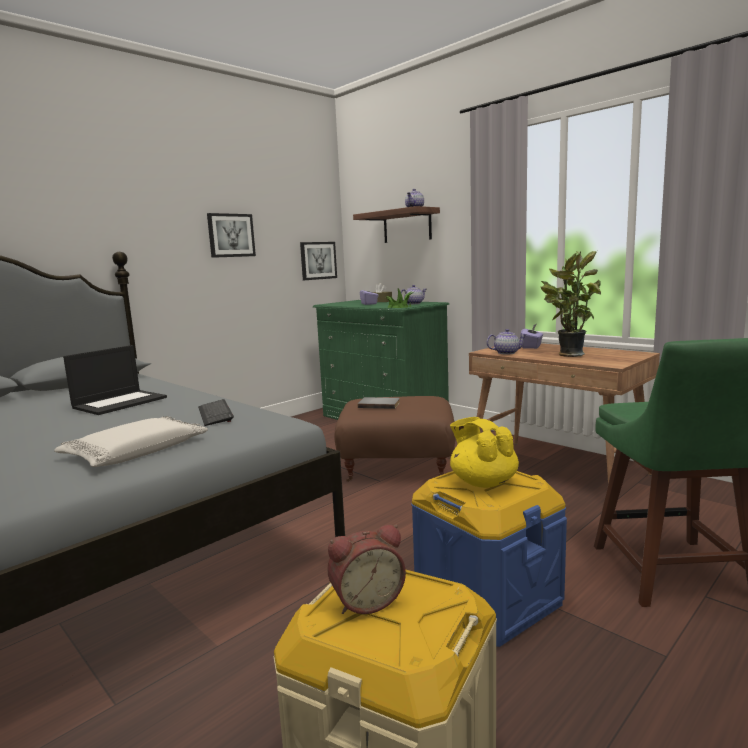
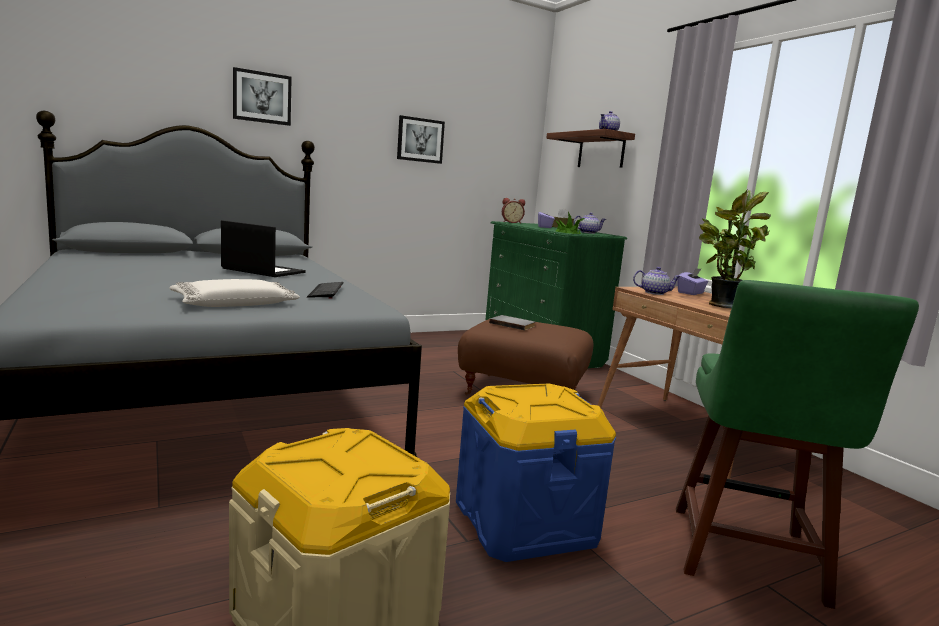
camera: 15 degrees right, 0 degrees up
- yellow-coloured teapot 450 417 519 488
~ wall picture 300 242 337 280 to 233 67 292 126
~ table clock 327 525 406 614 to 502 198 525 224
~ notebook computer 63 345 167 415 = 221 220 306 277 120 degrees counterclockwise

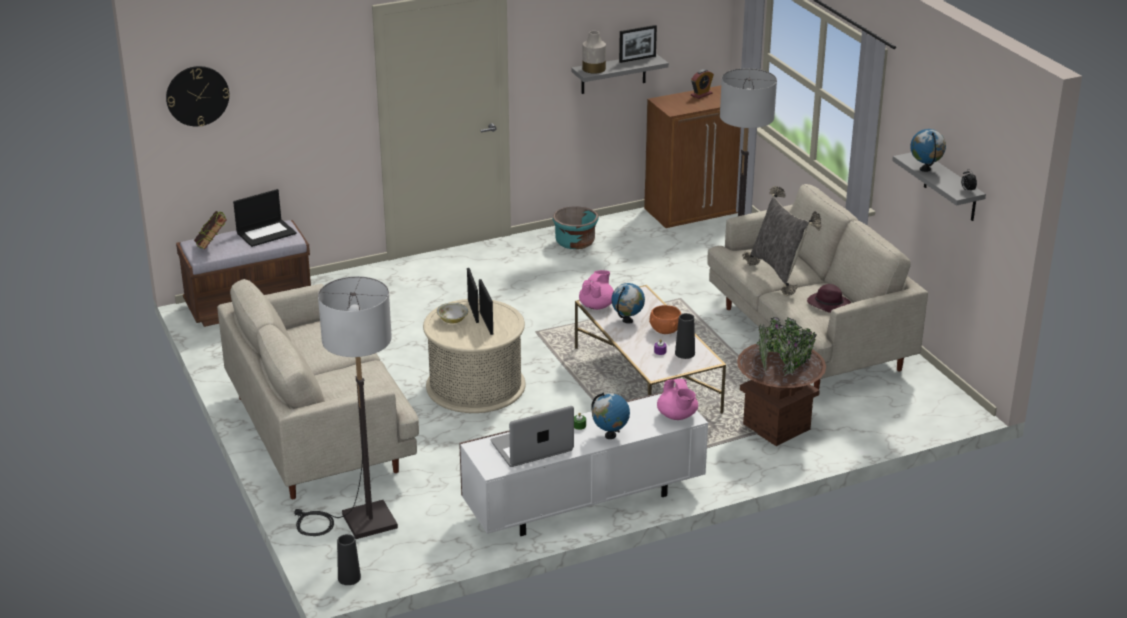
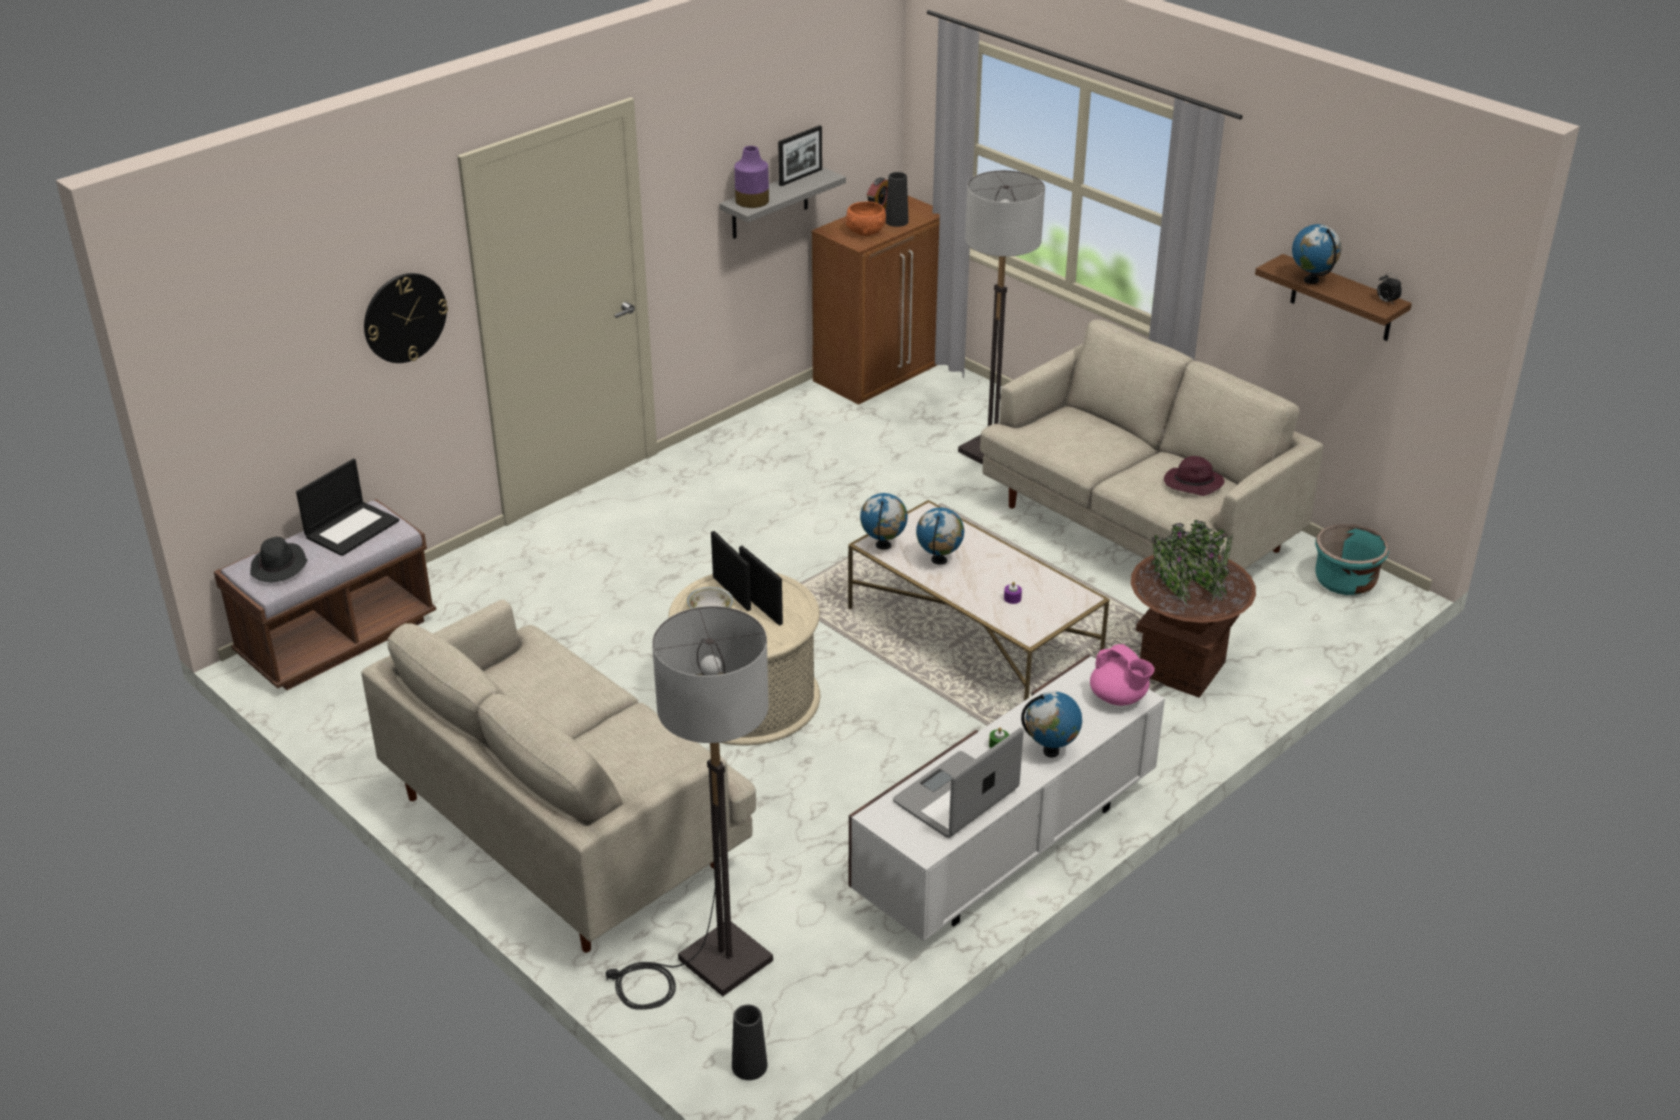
camera: 20 degrees left, 5 degrees up
- throw pillow 742 186 821 296
~ clock on the wall 166 66 229 126 to 364 273 448 363
~ blue-green flower pot 553 206 599 249 to 1315 524 1389 595
~ orange-coloured bowl 649 305 681 334 to 846 201 886 236
~ black-coloured flower vase 675 313 695 359 to 886 172 909 227
~ bound book 194 211 227 250 to black-coloured hat 250 537 307 582
~ pinkish teapot 579 270 614 310 to desk globe 860 493 908 550
~ sand-coloured flower vase 582 31 606 73 to purple flower vase 734 146 769 208
~ greyish shelf 892 152 986 221 to brown shelf 1255 254 1412 341

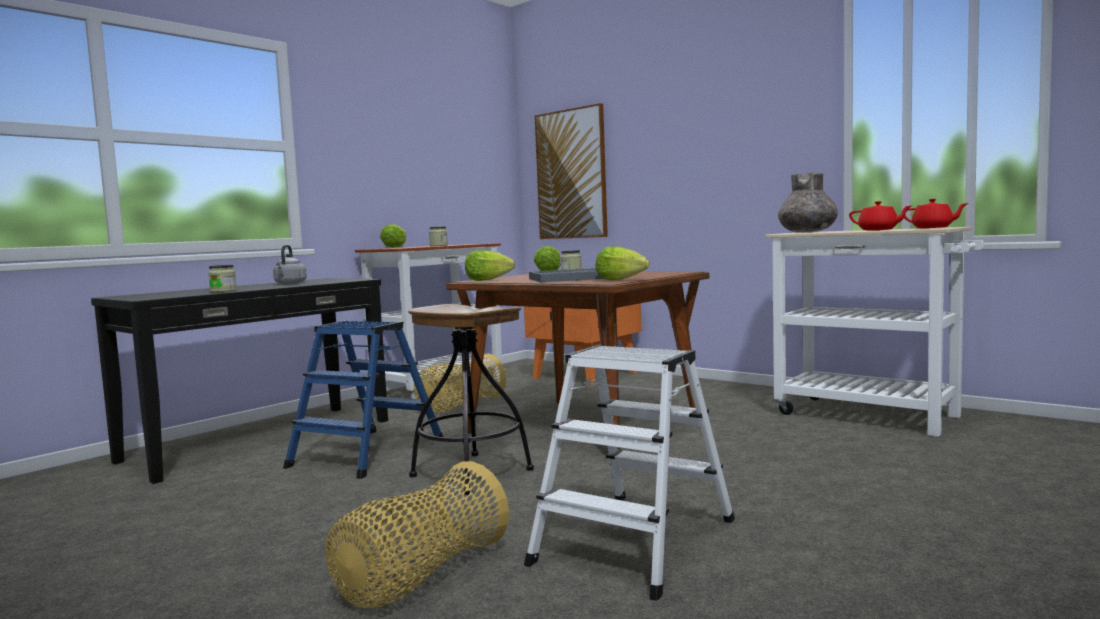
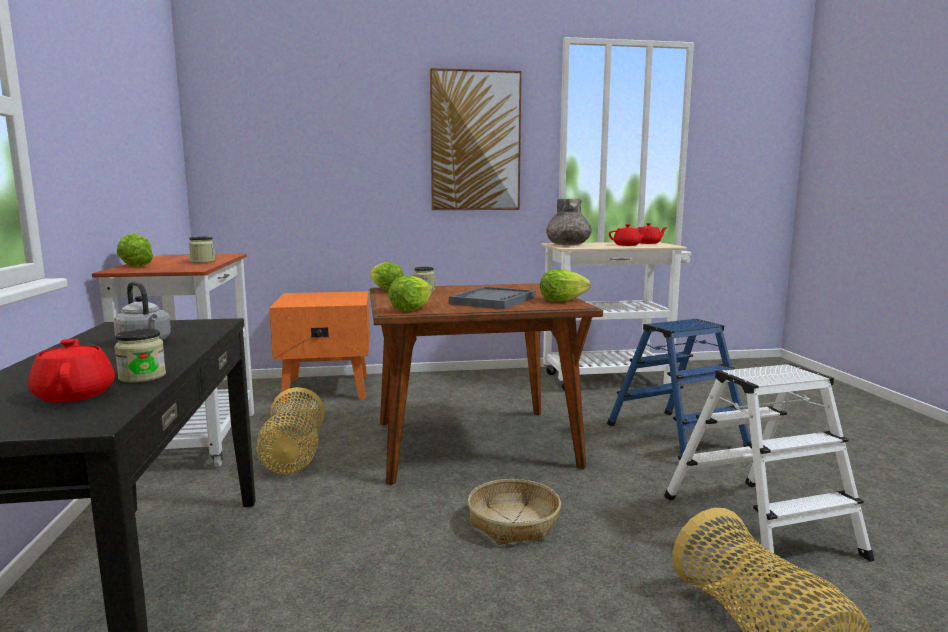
camera: 50 degrees left, 5 degrees up
+ red-coloured teapot 28 339 115 403
~ bluish step stool 283 321 443 479 to 607 318 751 455
~ wall picture 535 103 608 239 to 430 68 522 210
~ brown stool seat 408 304 534 495 to storage basket 468 479 561 545

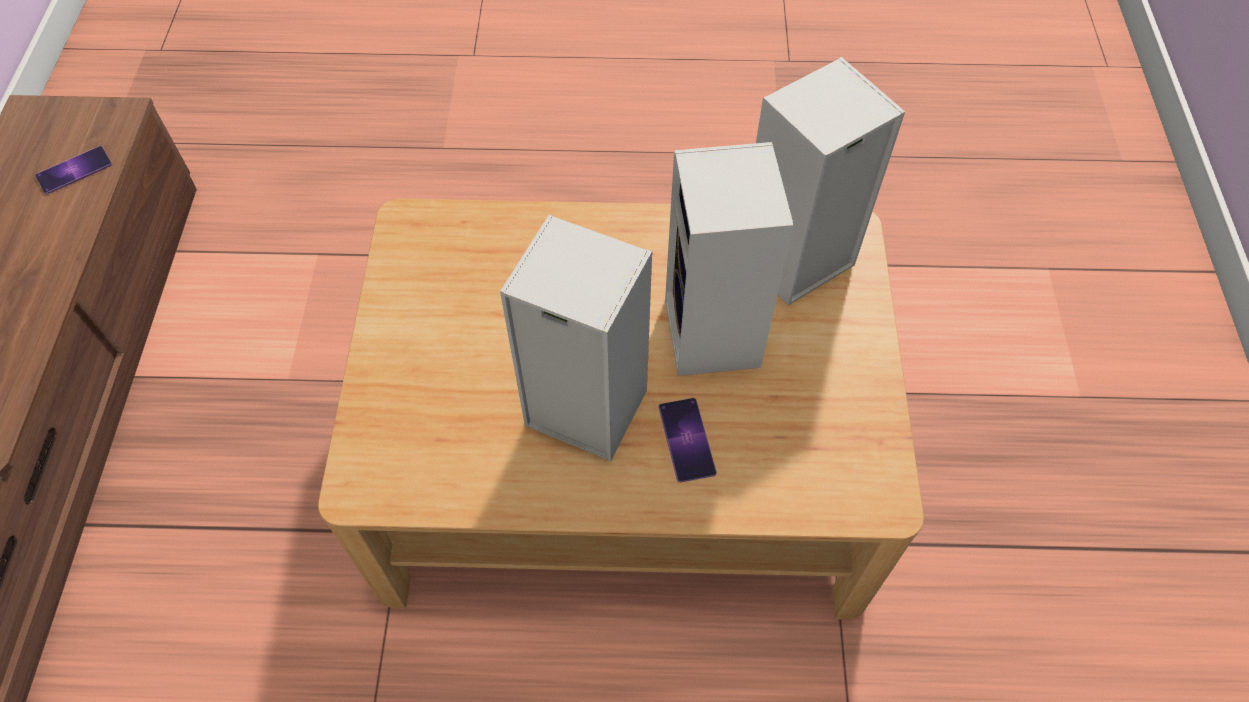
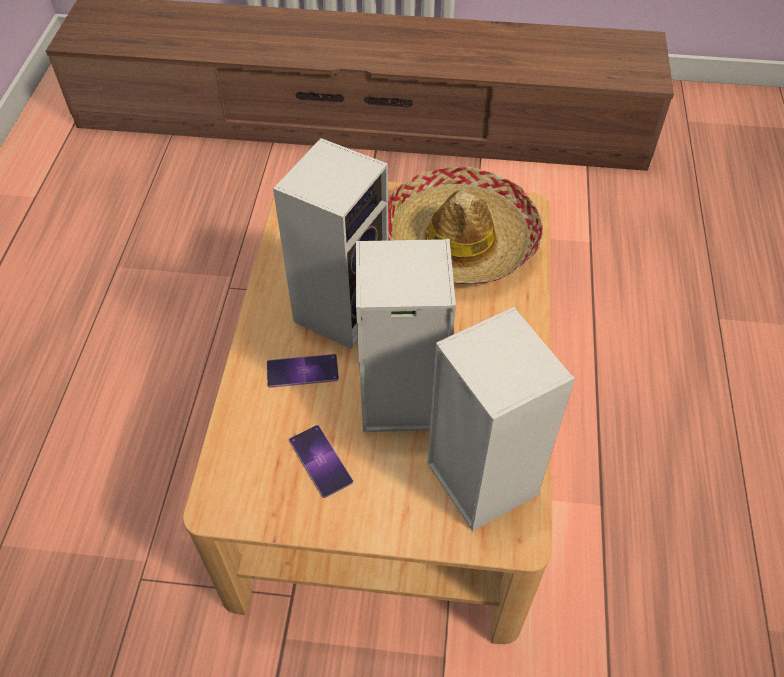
camera: 95 degrees right, 5 degrees down
+ hat 388 166 543 285
~ handset 35 146 112 195 to 289 425 353 498

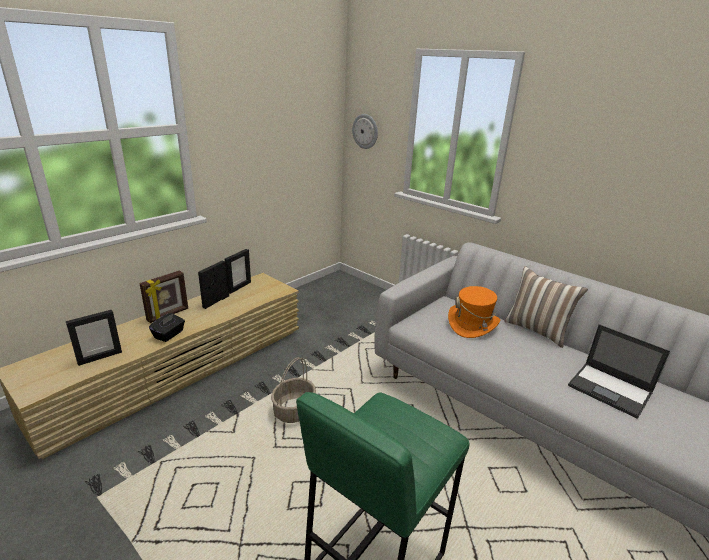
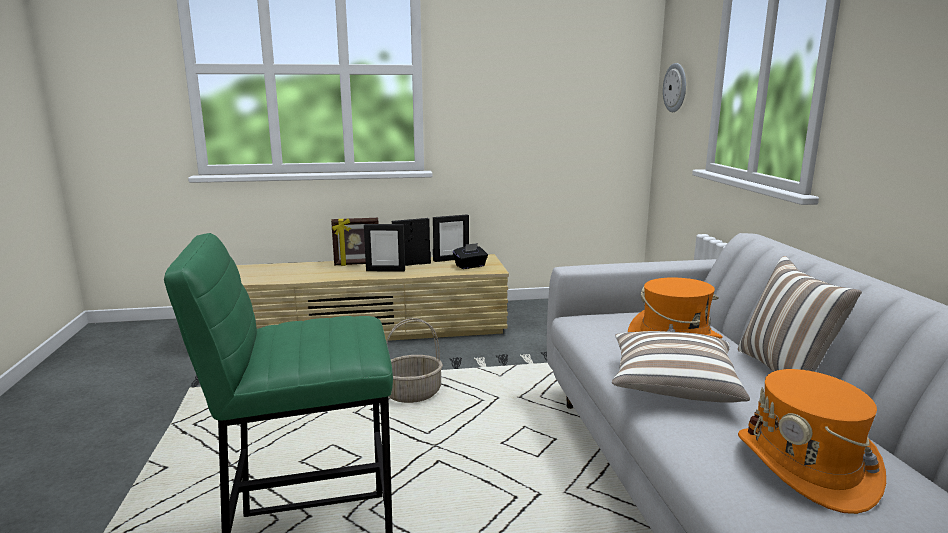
camera: 40 degrees right, 10 degrees down
+ throw pillow 612 331 750 403
~ photo frame 66 310 122 366 to 364 224 405 271
~ black-coloured box of tissues 149 313 185 342 to 453 243 488 269
~ notebook computer 568 324 670 418 to orange-coloured hat 738 369 886 514

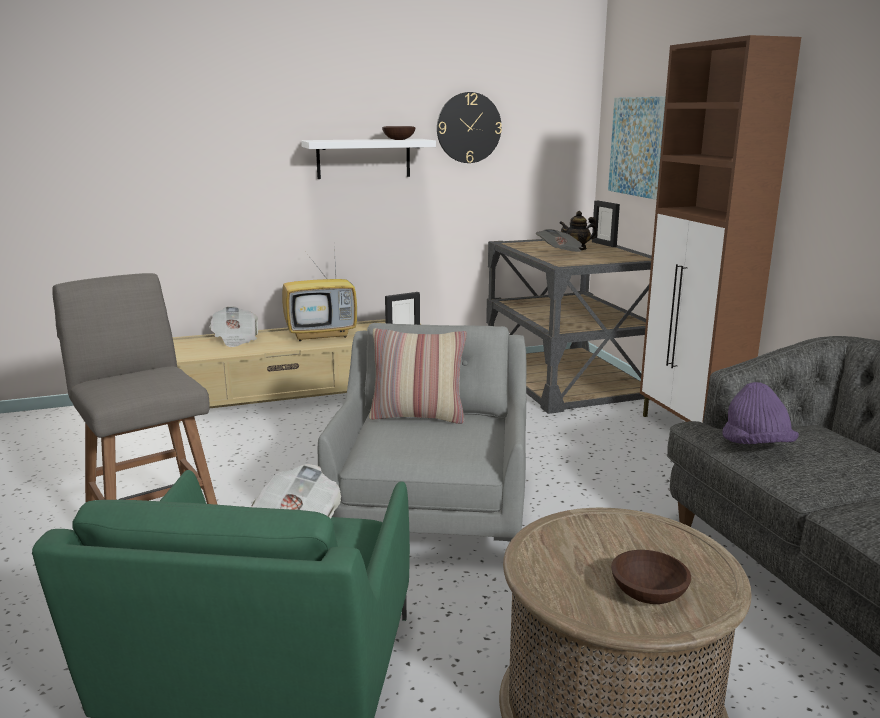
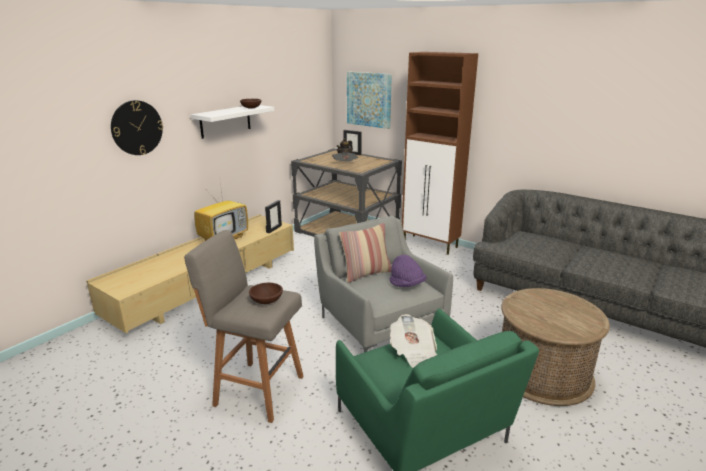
camera: 35 degrees left, 5 degrees up
- newspaper 209 306 258 347
~ clock on the wall 437 92 502 163 to 111 100 163 155
~ brown bowl 611 550 691 604 to 249 283 283 304
~ purple hat 722 382 799 444 to 389 255 426 287

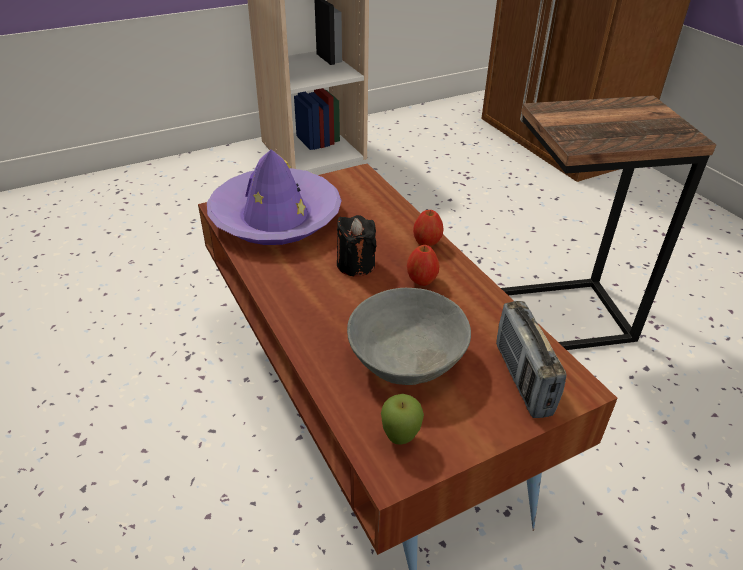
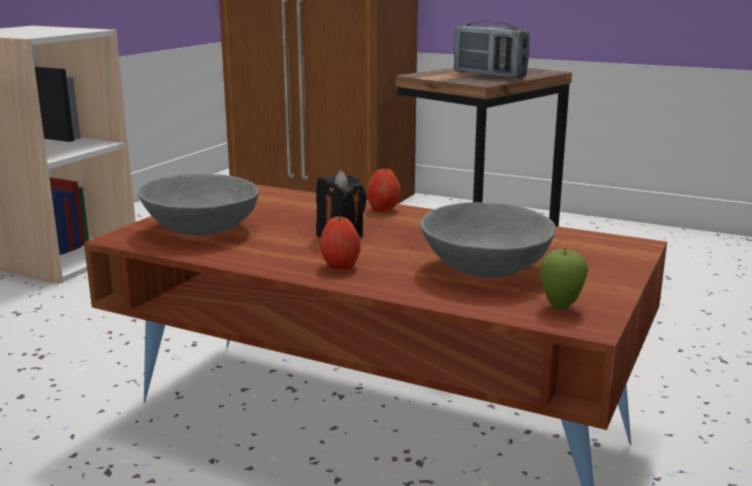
camera: 35 degrees left, 20 degrees down
~ apple fruit 407 245 439 286 to 320 216 361 270
~ radio receiver 496 301 567 418 to 454 20 529 79
~ purple hat 207 149 342 245 to greyish bowl 138 174 259 235

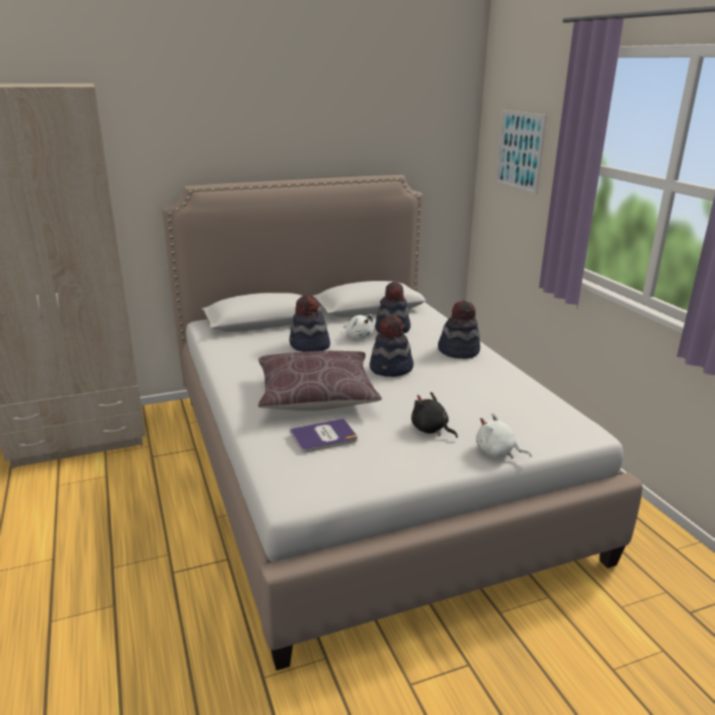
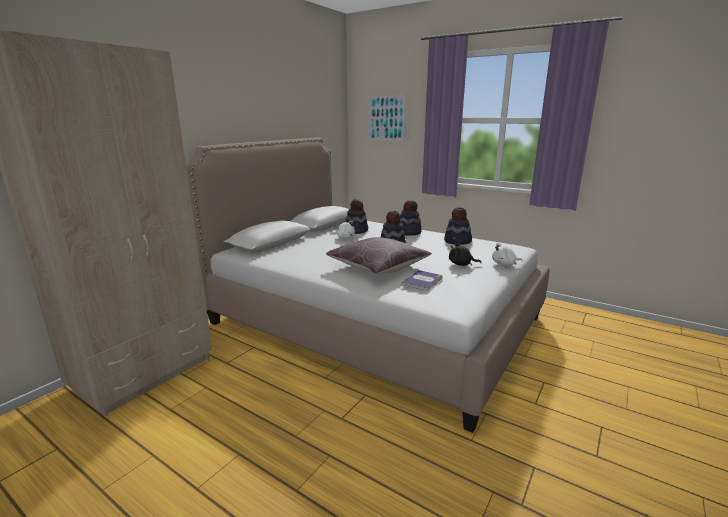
camera: 35 degrees left, 5 degrees down
~ hat 289 295 330 352 to 444 207 472 245

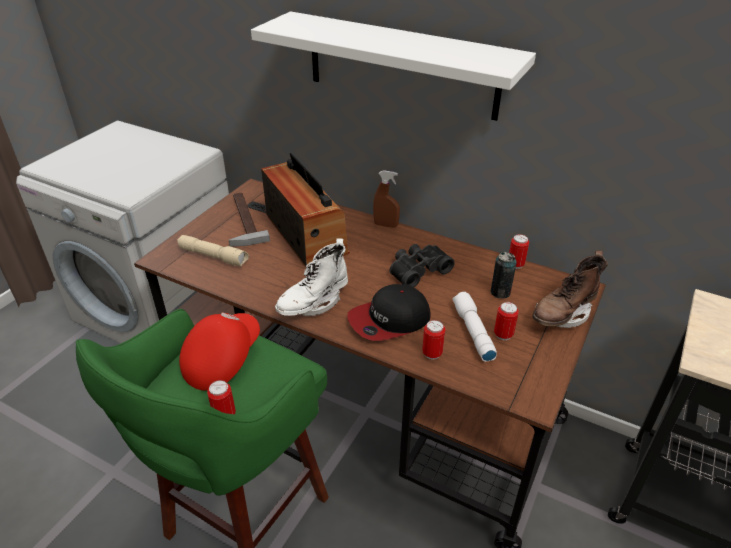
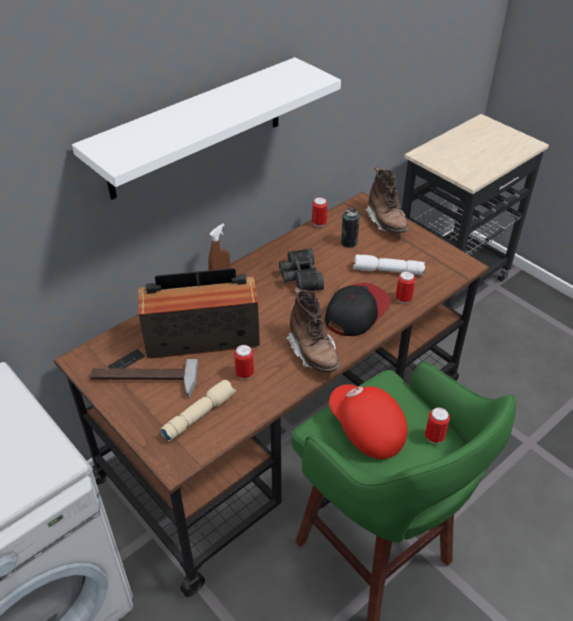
camera: 70 degrees left, 5 degrees up
~ metal can 494 302 519 340 to 234 345 254 379
~ white tall boot 275 238 348 316 to brown tall boot 286 287 340 373
~ cap 347 284 431 341 = 325 282 390 336 135 degrees counterclockwise

